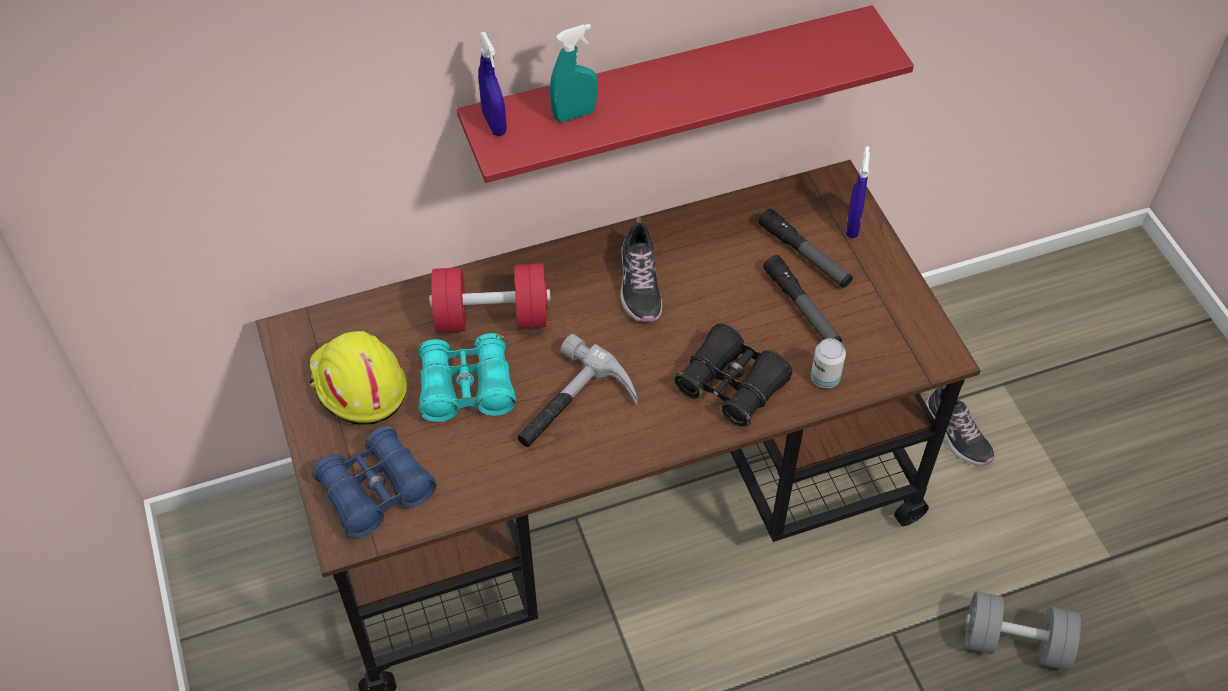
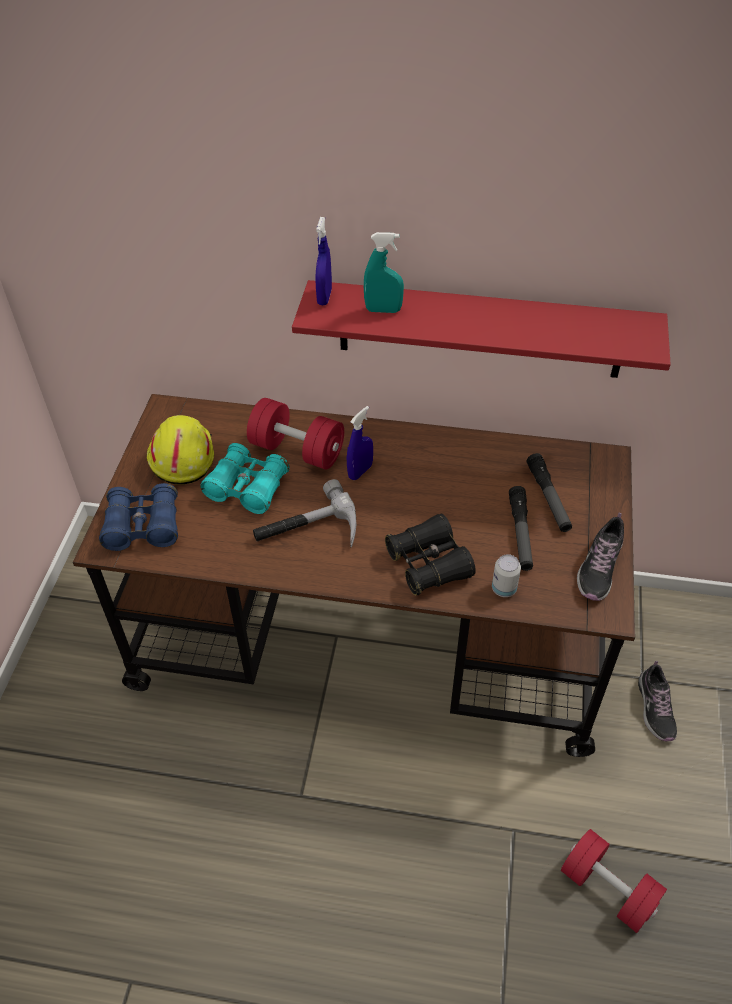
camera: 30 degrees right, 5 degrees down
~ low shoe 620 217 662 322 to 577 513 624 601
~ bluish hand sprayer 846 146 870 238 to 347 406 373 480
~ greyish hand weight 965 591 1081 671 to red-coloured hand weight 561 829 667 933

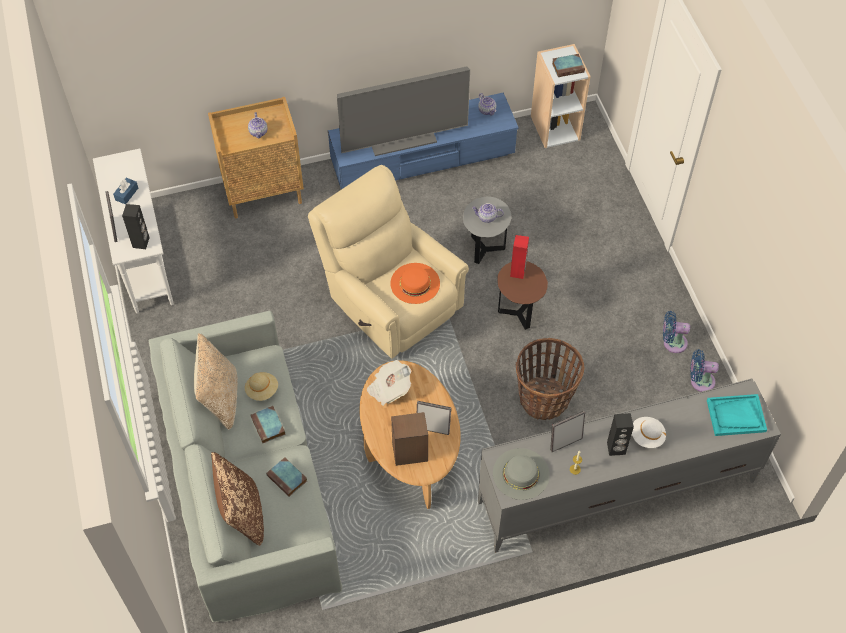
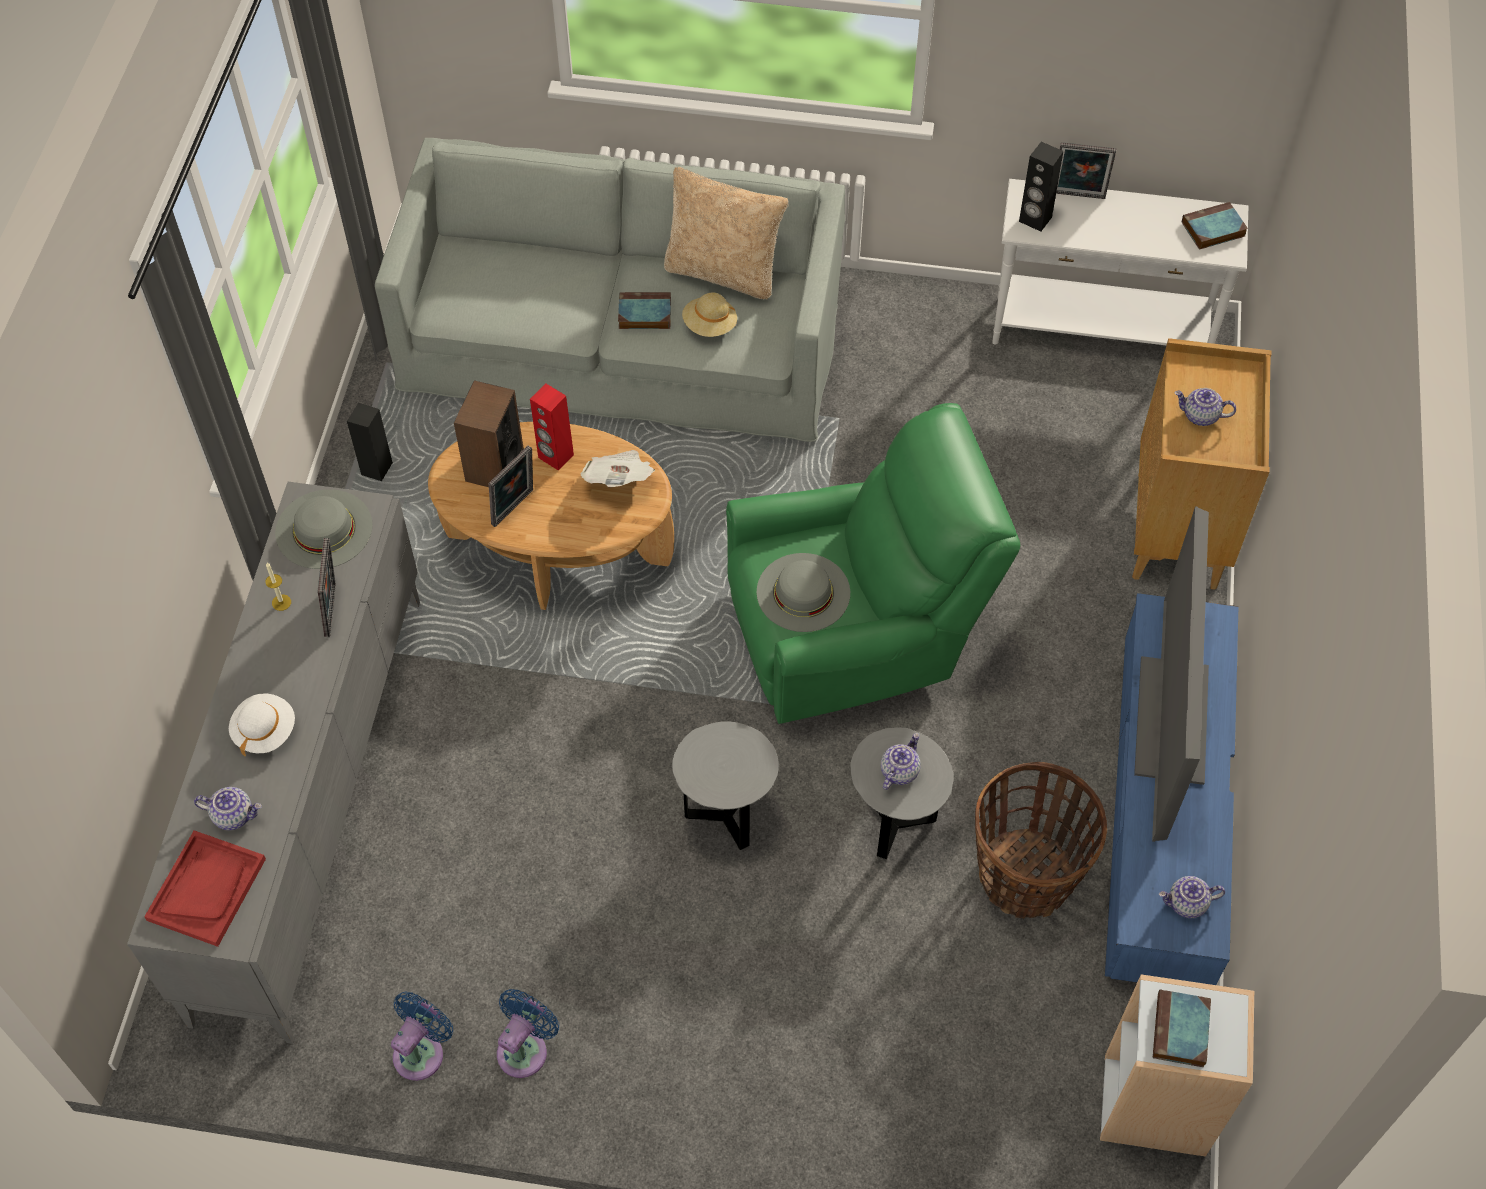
camera: 115 degrees right, 0 degrees up
- bluish box of tissues 113 178 138 205
- brown throw pillow 211 452 264 546
+ teapot 194 787 262 830
~ bound book 266 457 307 497 to 1182 202 1248 250
~ red-coloured loudspeaker 510 235 529 279 to 530 384 574 471
~ storage basket 516 338 584 420 to 975 762 1107 918
~ black-coloured loudspeaker 607 413 634 456 to 347 403 393 481
~ sand-coloured easy chair 308 165 469 359 to green easy chair 726 403 1020 724
~ orange-coloured hat 390 263 440 304 to greyish hat 757 553 850 632
~ brown accent table 497 261 548 330 to greyish accent table 672 721 779 850
~ blue-green tray 707 394 767 436 to red-coloured tray 144 830 266 947

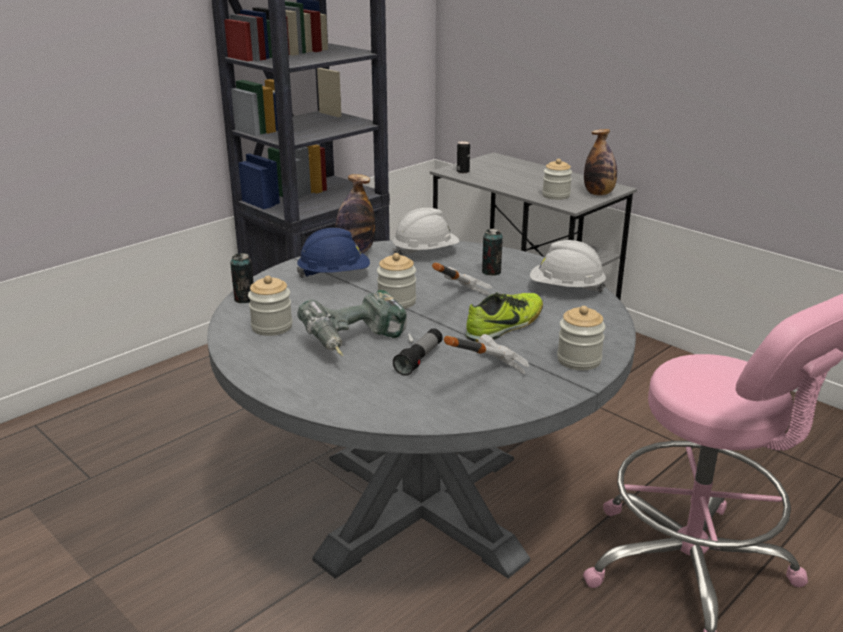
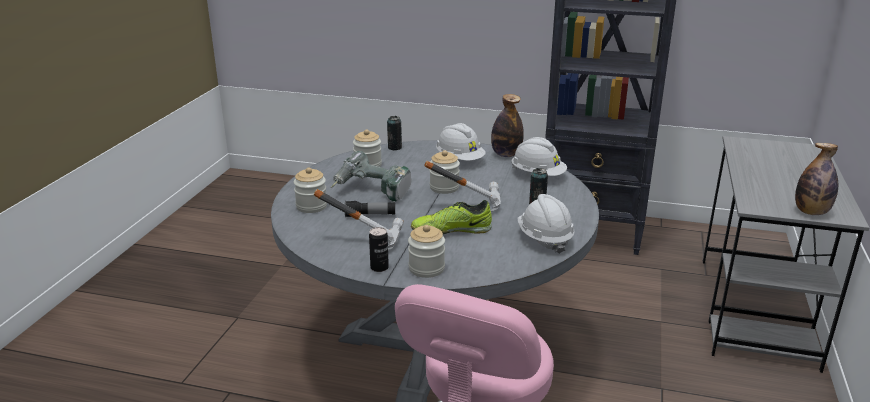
camera: 60 degrees right, 0 degrees up
~ metal can 457 141 470 173 to 369 227 389 272
~ preserve jar 542 159 572 200 to 294 167 327 213
~ bluish safety helmet 297 228 370 278 to white safety helmet 436 123 486 161
~ low shoe 466 292 543 342 = 411 200 492 234 150 degrees clockwise

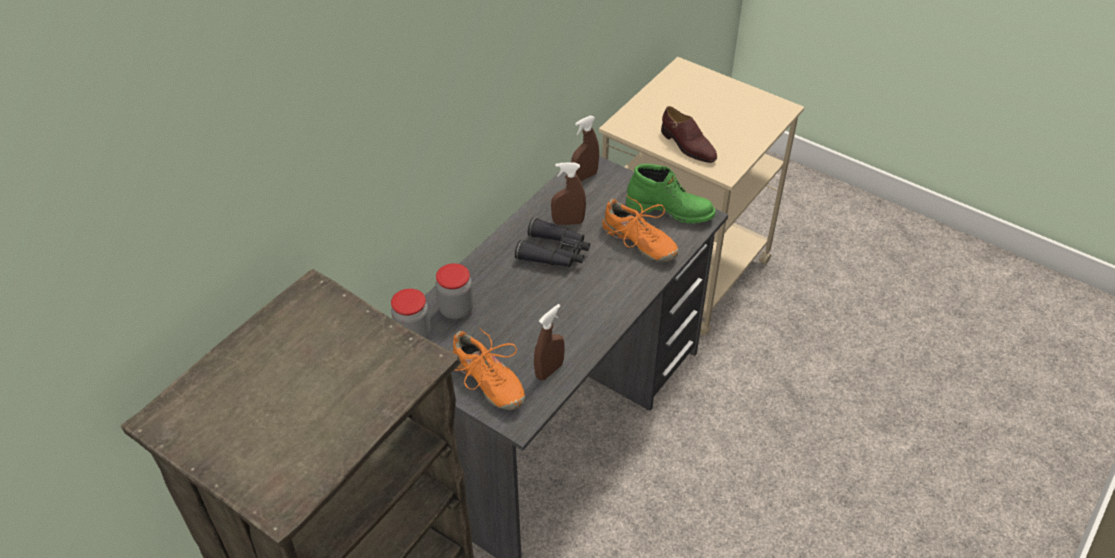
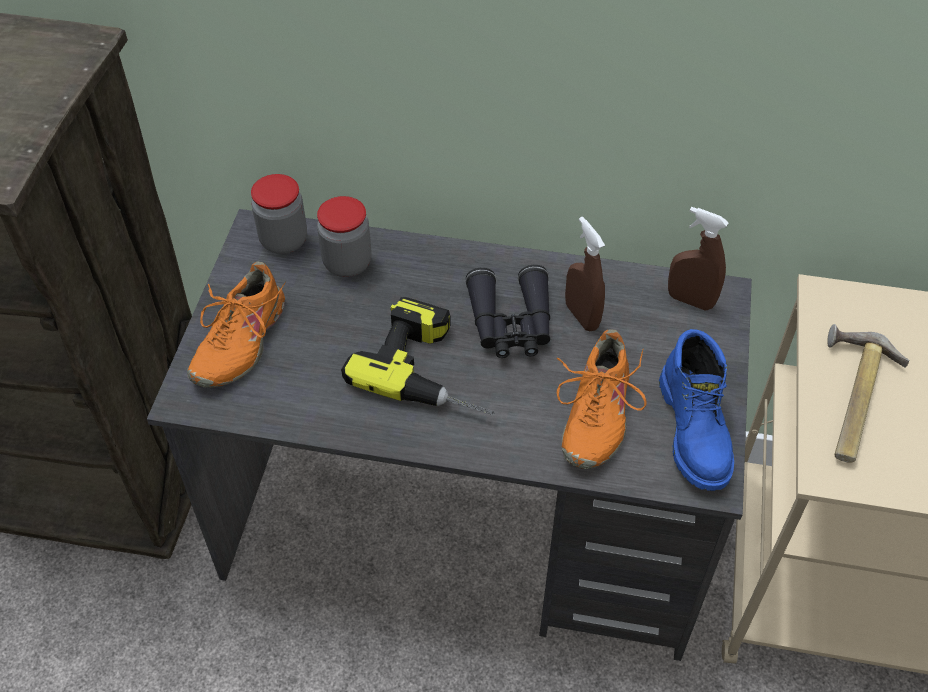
camera: 65 degrees right, 5 degrees up
- brown hand sprayer 534 304 565 380
+ power drill 341 297 495 415
~ brown low shoe 661 106 717 163 to tool hammer 827 324 909 462
~ green tall boot 626 164 715 224 to bluish tall boot 659 329 734 491

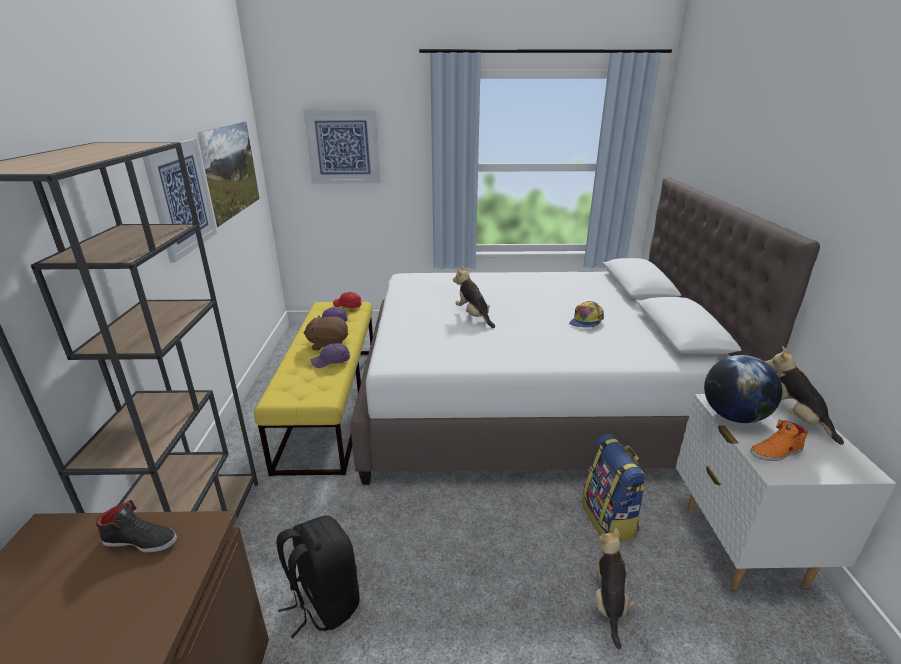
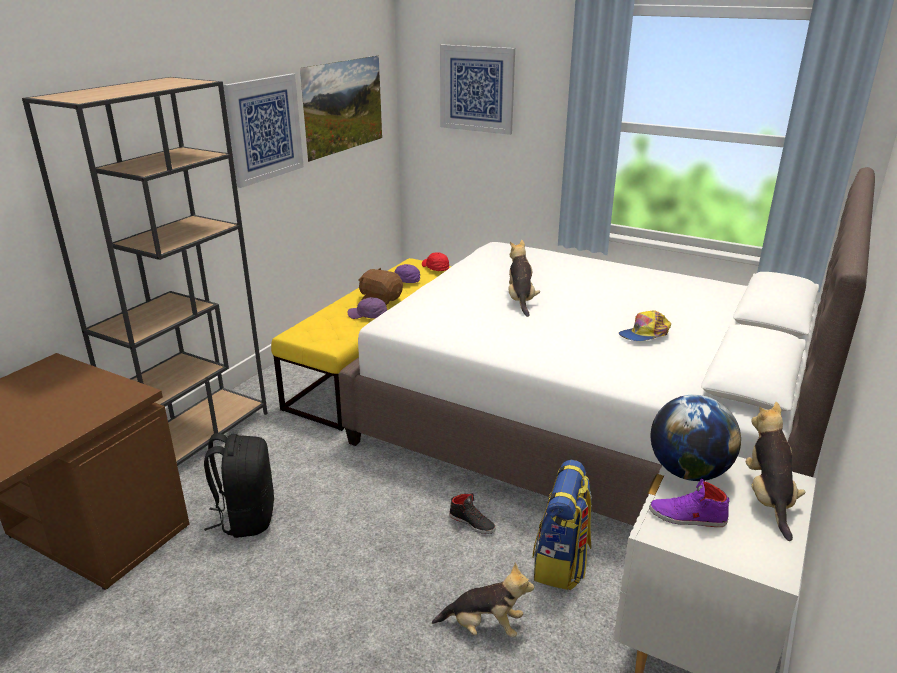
camera: 30 degrees right, 0 degrees up
~ black-coloured low shoe 96 500 177 553 to 449 493 496 534
~ orange-coloured low shoe 750 419 808 461 to purple low shoe 649 479 729 527
~ cuddly toy 595 528 636 649 = 432 563 534 637 60 degrees clockwise

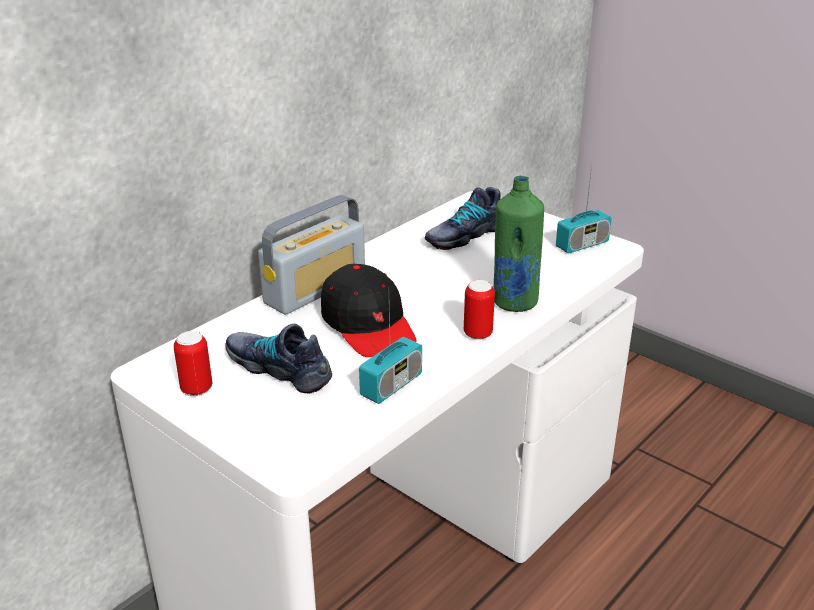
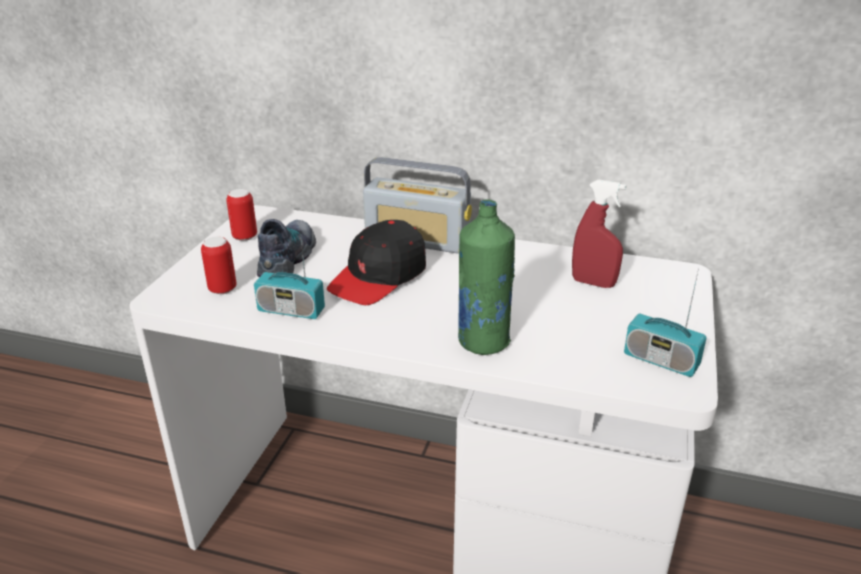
camera: 65 degrees right, 0 degrees up
~ metal can 464 280 495 339 to 201 237 237 294
~ low shoe 425 187 501 250 to red-coloured hand sprayer 572 179 626 288

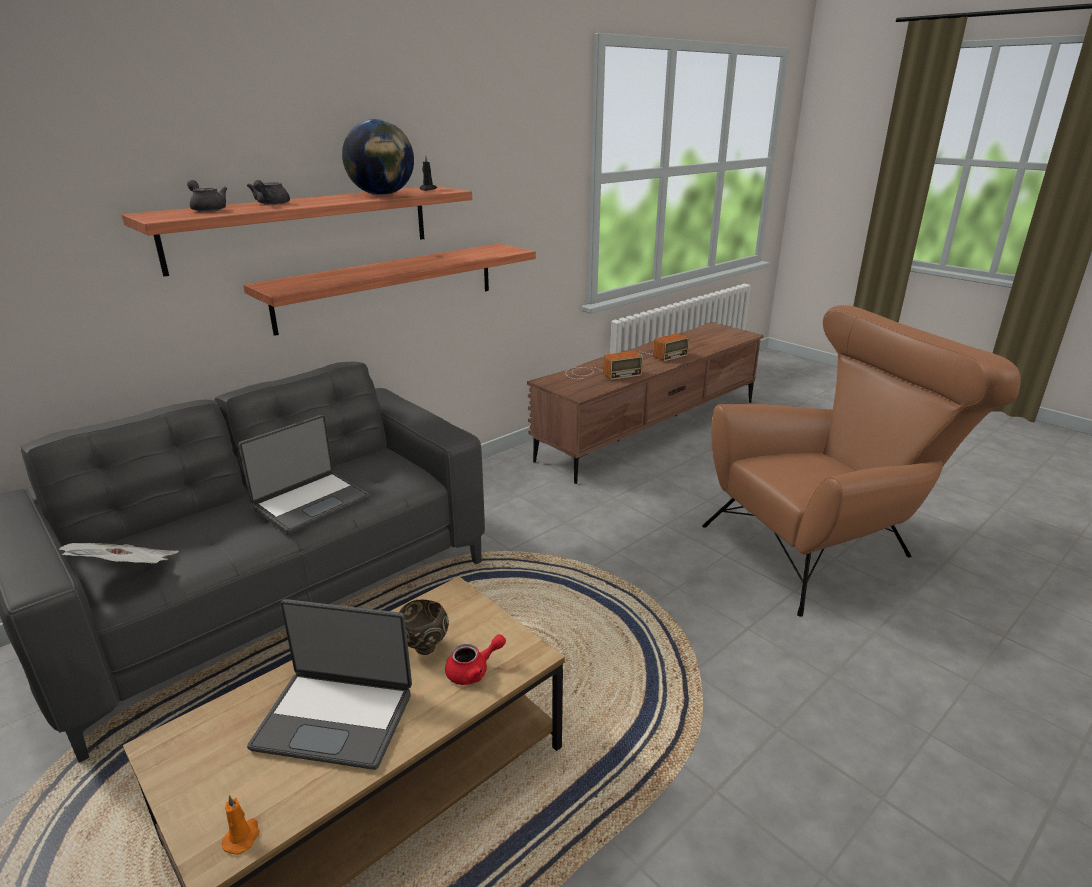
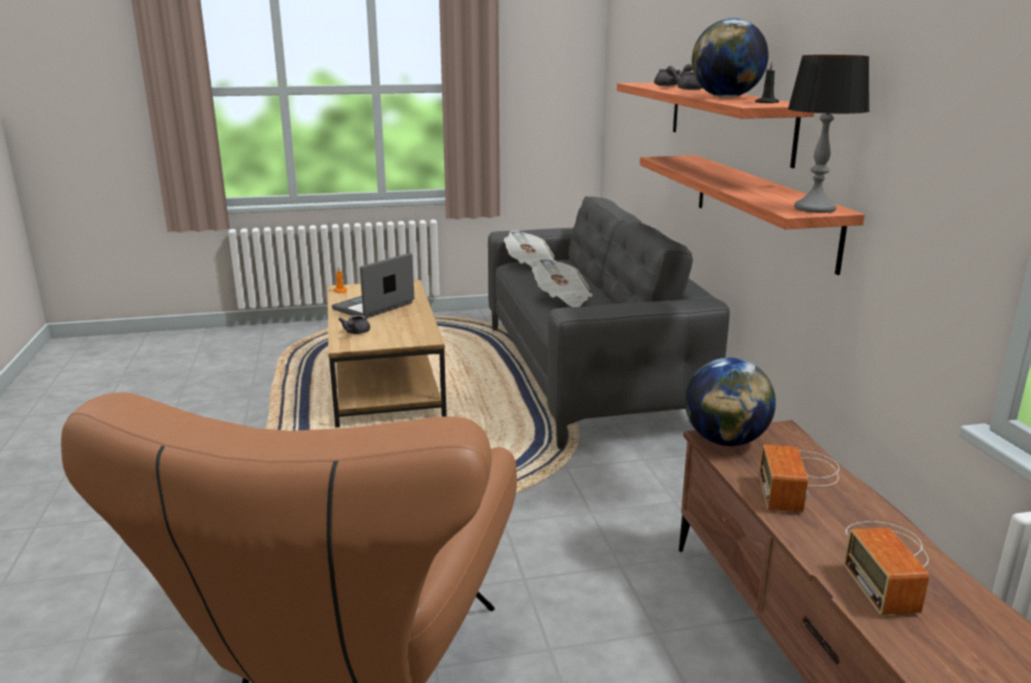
camera: 120 degrees right, 5 degrees down
- brown bowl 399 600 449 655
+ desk globe 685 358 776 446
+ tabletop lamp 788 55 870 213
~ notebook computer 238 415 370 535 to newspaper 532 258 593 307
~ red-coloured teapot 445 634 506 685 to greyish teapot 338 315 370 334

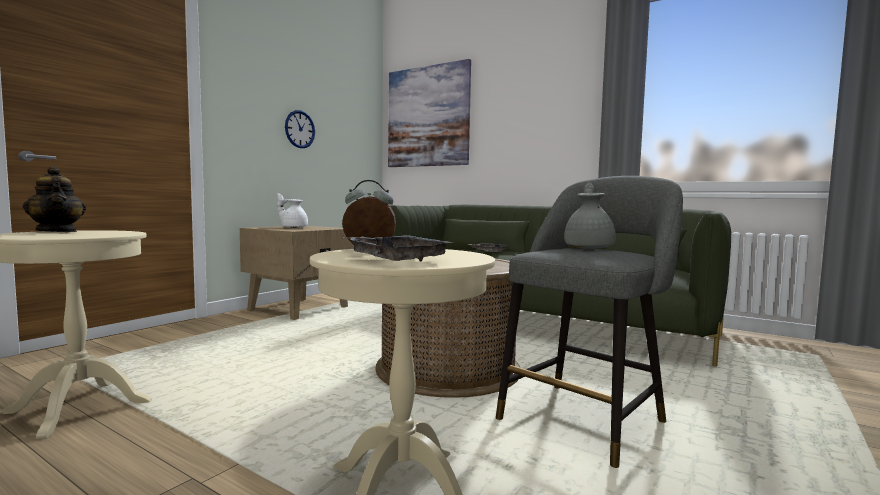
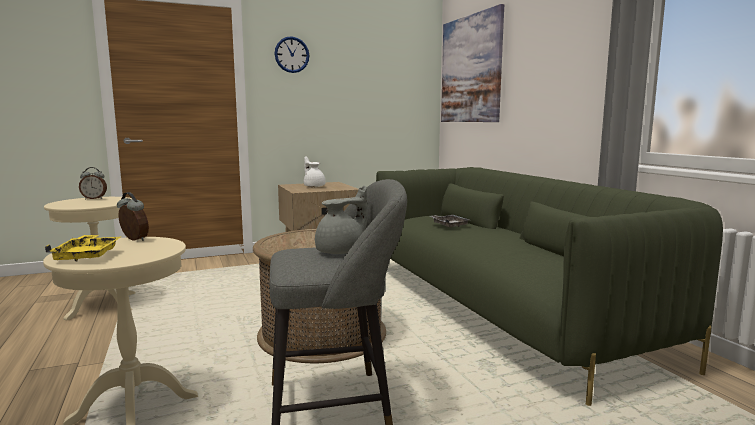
camera: 35 degrees right, 5 degrees up
~ clock on the wall 285 110 315 148 to 275 36 309 73
~ teapot 23 166 86 232 to table clock 79 167 107 199
~ greyish tray 344 235 453 262 to yellow-coloured tray 45 235 122 261

